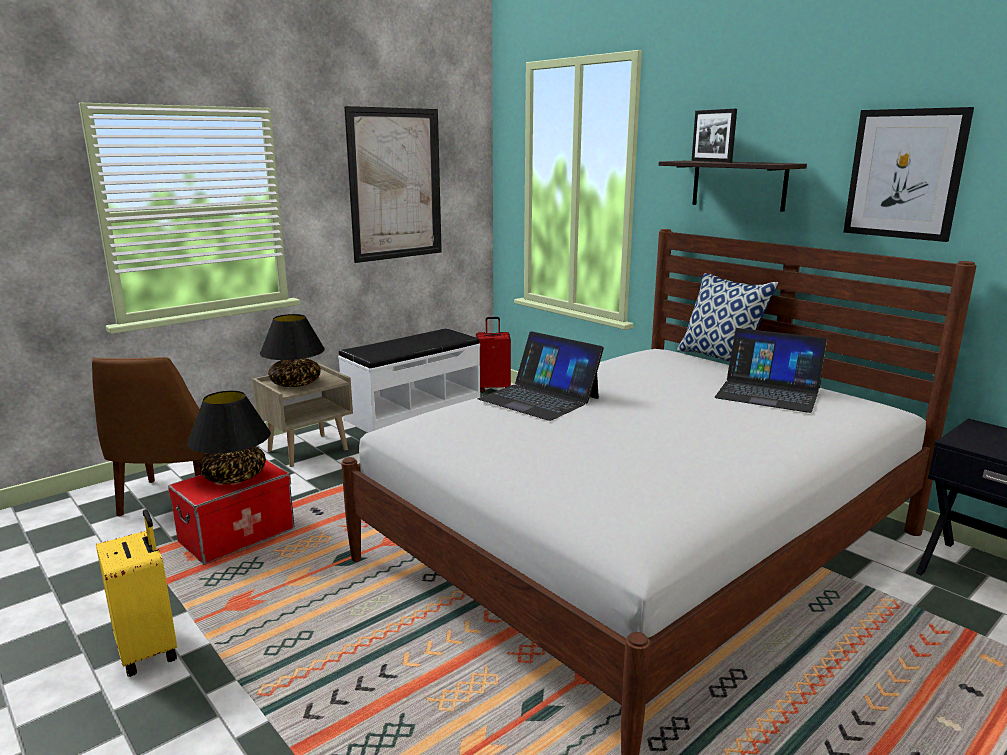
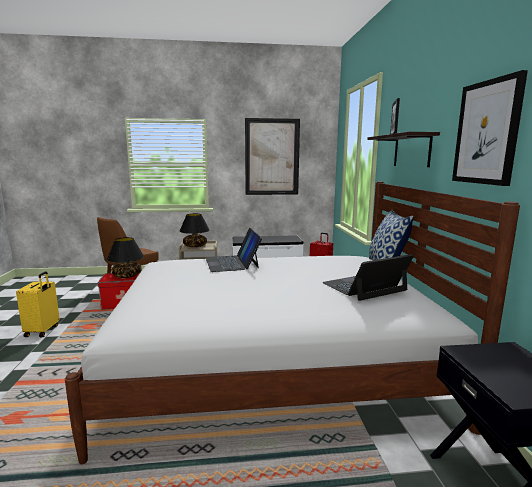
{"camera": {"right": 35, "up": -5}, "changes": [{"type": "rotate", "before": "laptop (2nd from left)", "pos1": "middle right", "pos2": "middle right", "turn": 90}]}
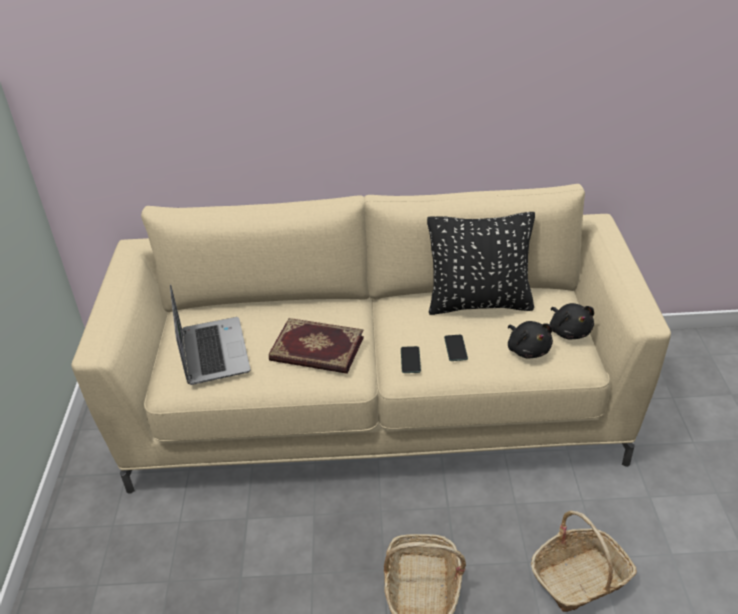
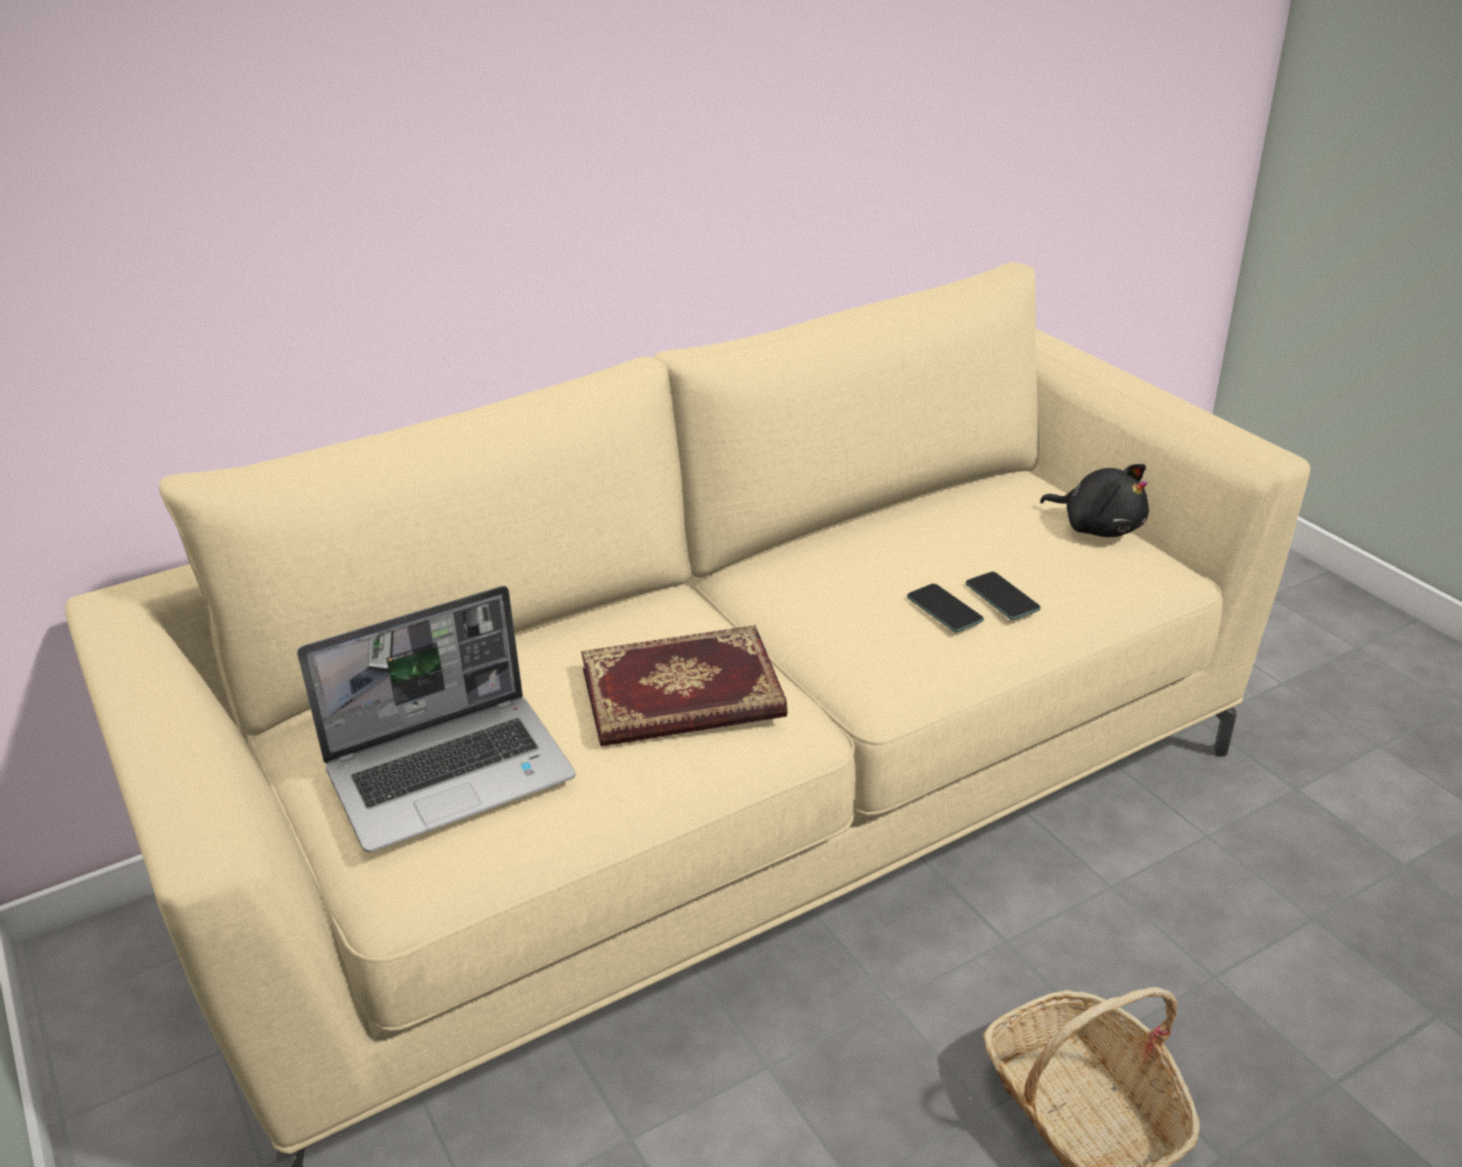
{"camera": {"right": -30, "up": -5}, "changes": [{"type": "rotate", "before": "laptop", "pos1": "middle left", "pos2": "middle left", "turn": 105}, {"type": "move", "before": "phone (1st from left in the first image)", "after": "phone (2nd from left)", "pos1": "centre", "pos2": "middle right"}, {"type": "delete", "before": "pillow in black", "pos1": "centre"}, {"type": "delete", "before": "plush toy in black (1st from left)", "pos1": "middle right"}, {"type": "delete", "before": "basket (2nd from left)", "pos1": "bottom right"}]}
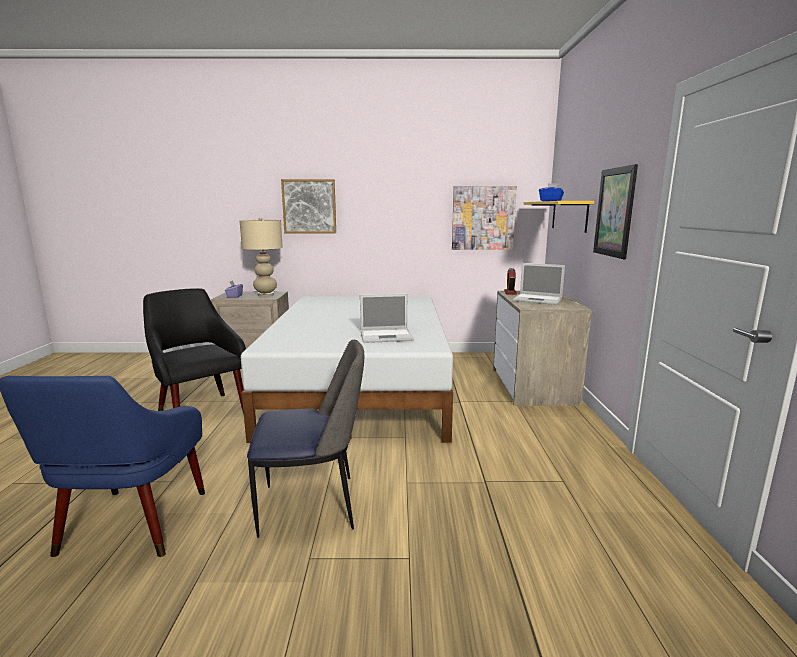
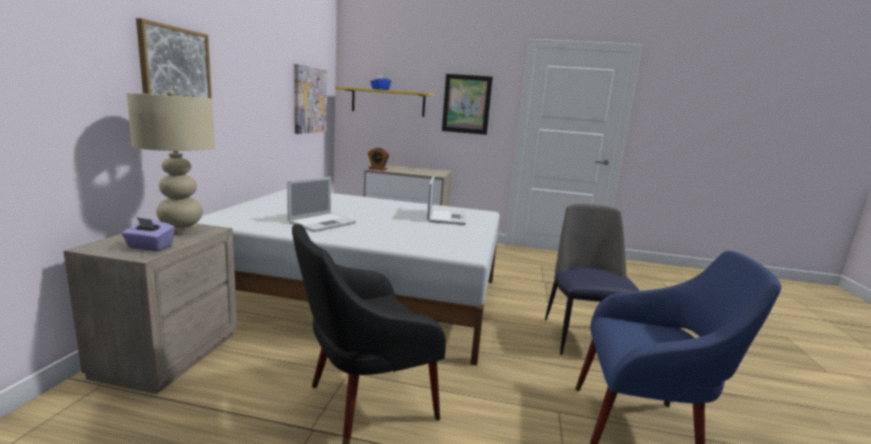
{"camera": {"right": -80, "up": 0}, "changes": [{"type": "move", "before": "laptop (2nd from left in the first image)", "after": "laptop (1st from left)", "pos1": "middle right", "pos2": "centre"}]}
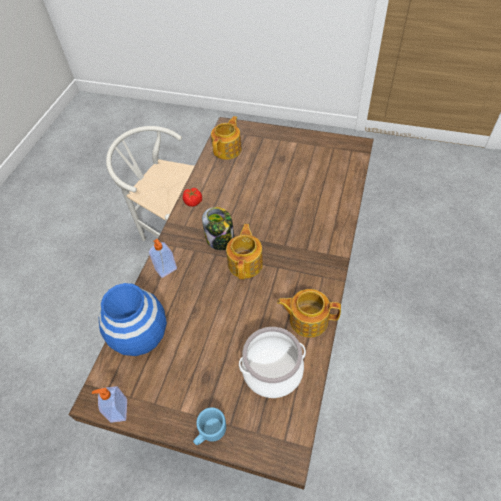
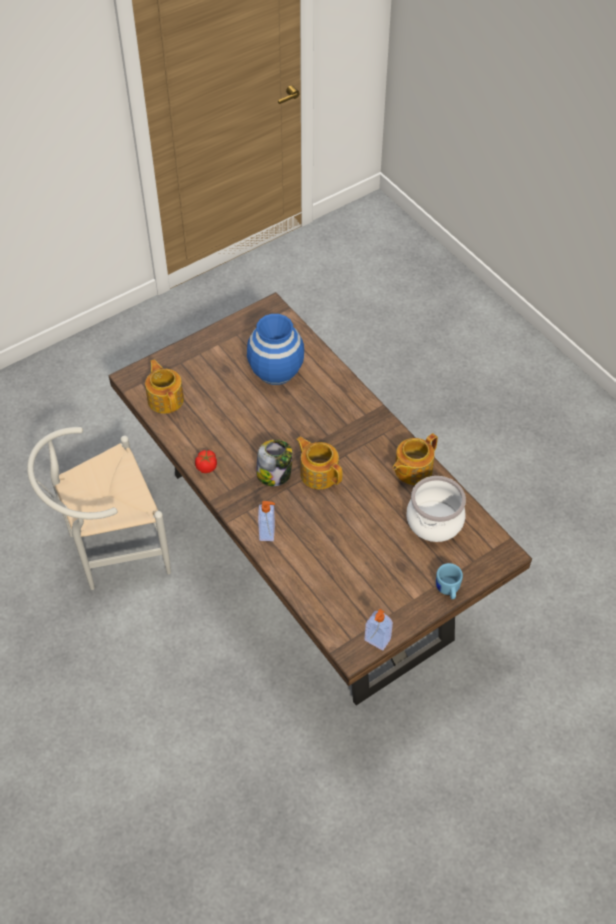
{"camera": {"right": -55, "up": 0}, "changes": [{"type": "move", "before": "vase in blue", "pos1": "middle left", "pos2": "centre"}]}
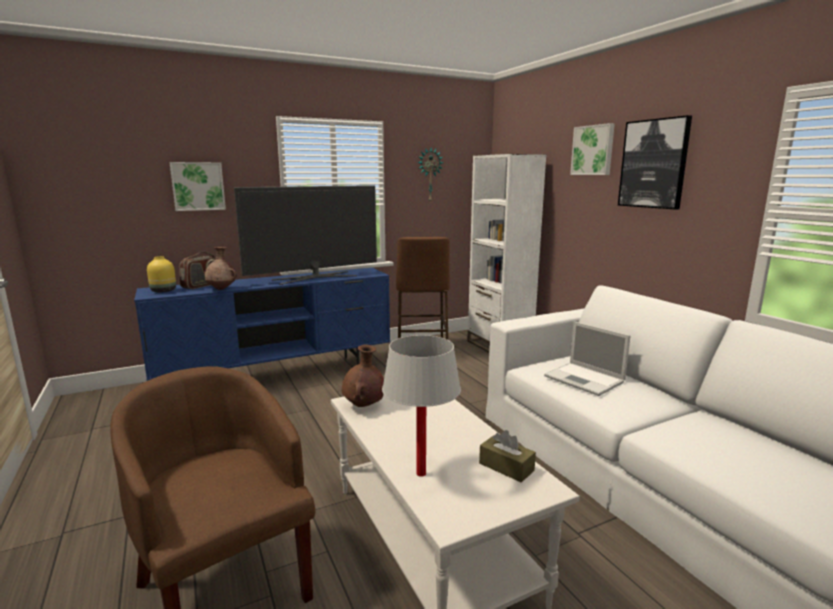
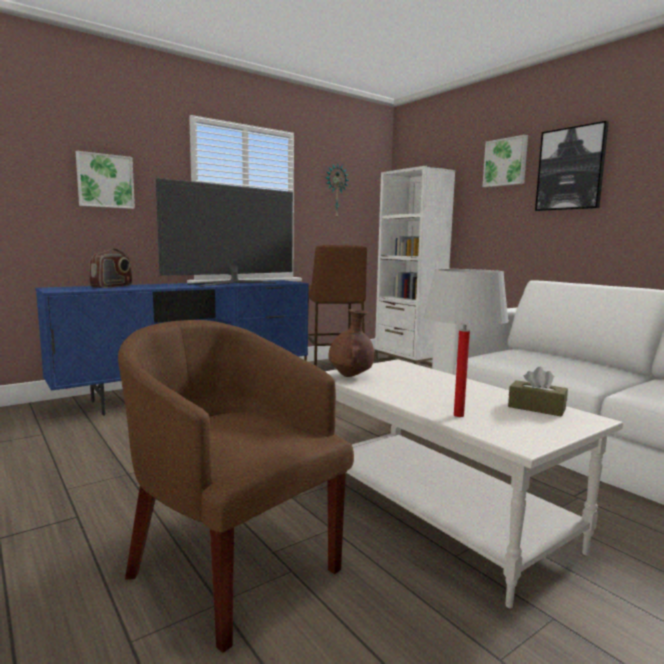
{"camera": {"right": -10, "up": -5}, "changes": [{"type": "delete", "before": "vase in yellow", "pos1": "middle left"}, {"type": "delete", "before": "vase in brown (1st from left)", "pos1": "middle left"}, {"type": "delete", "before": "laptop", "pos1": "middle right"}]}
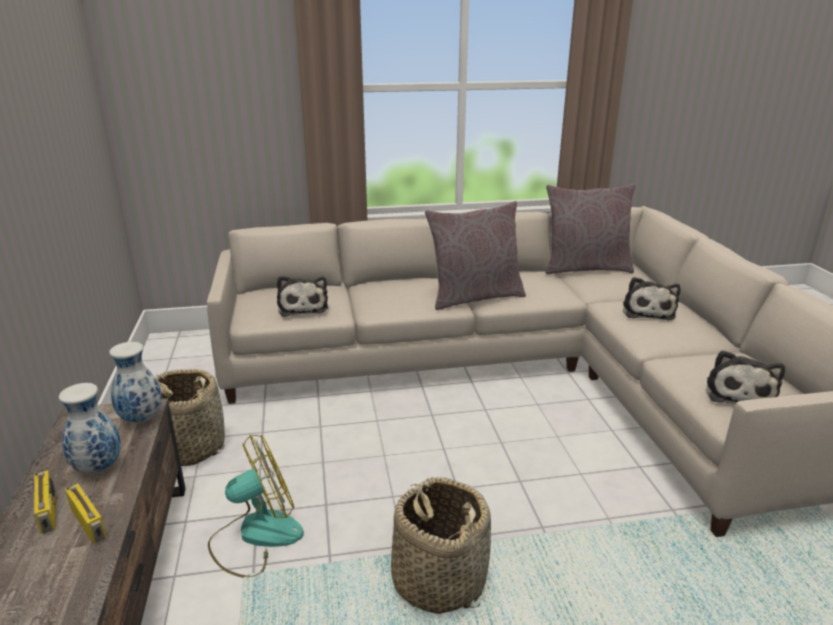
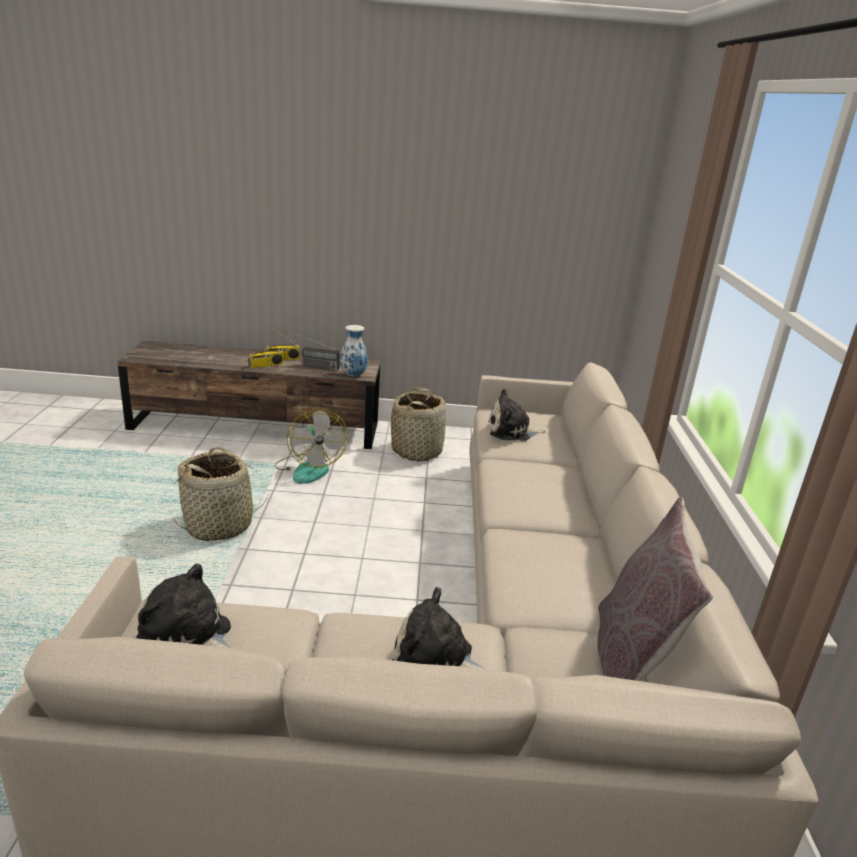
{"camera": {"right": 100, "up": 0}, "changes": [{"type": "replace", "before": "vase (1st from left)", "after": "radio (3rd from left)", "pos1": "bottom left", "pos2": "centre"}, {"type": "delete", "before": "pillow in grey (1st from left)", "pos1": "centre"}]}
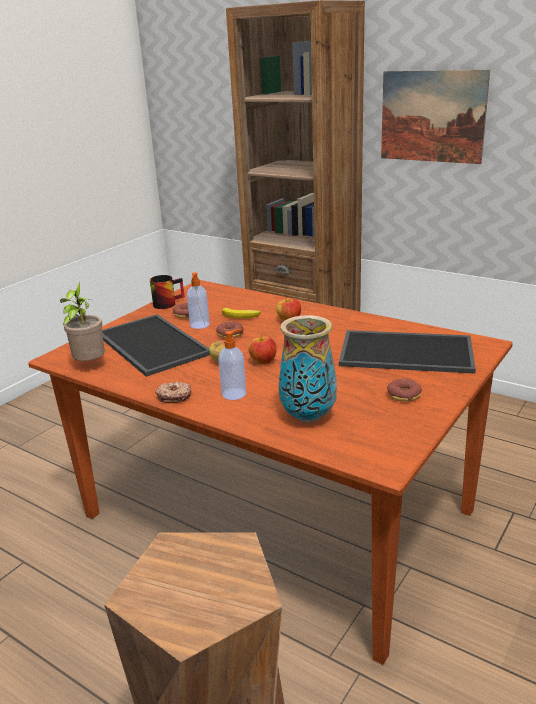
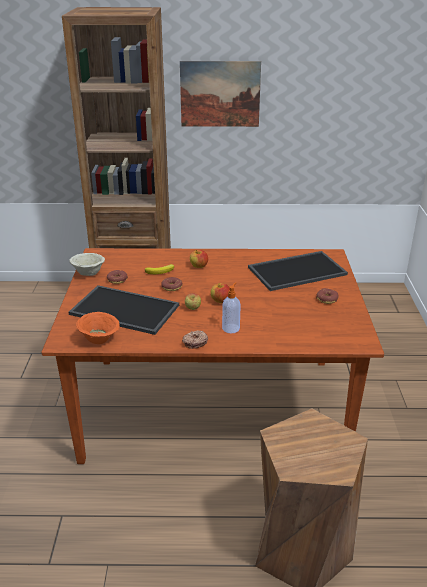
{"camera": {"right": -35, "up": 5}, "changes": [{"type": "replace", "before": "potted plant", "after": "bowl in orange", "pos1": "middle left", "pos2": "middle left"}, {"type": "replace", "before": "mug", "after": "bowl in beige", "pos1": "middle left", "pos2": "middle left"}, {"type": "delete", "before": "soap dispenser (1st from left)", "pos1": "centre"}, {"type": "delete", "before": "vase", "pos1": "centre"}]}
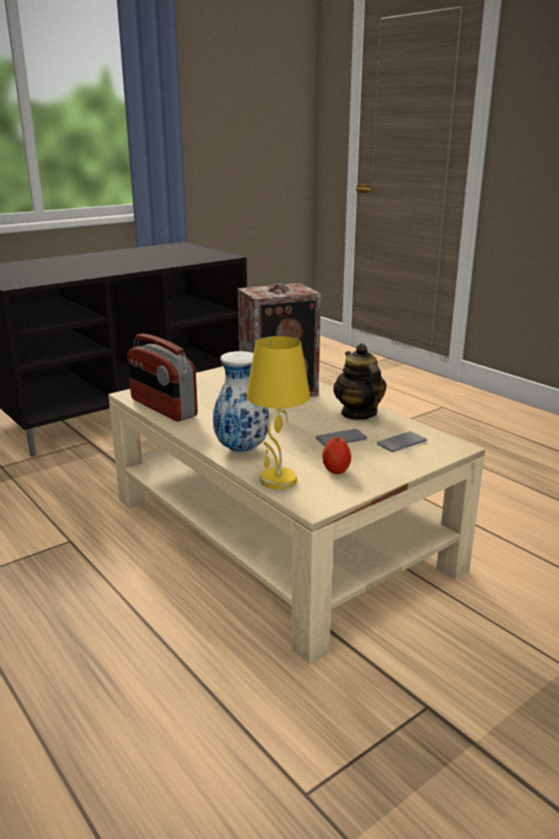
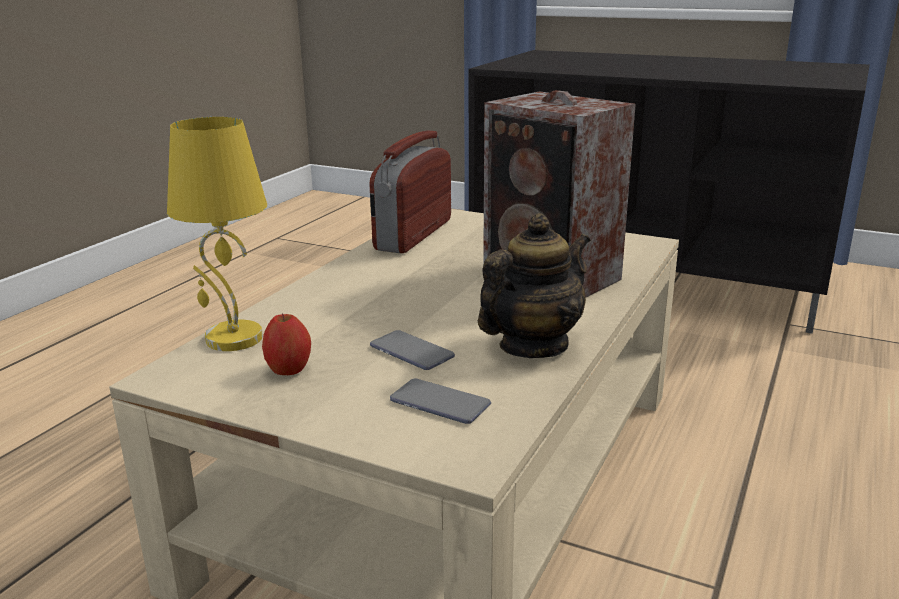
{"camera": {"right": 65, "up": 0}, "changes": [{"type": "delete", "before": "vase", "pos1": "centre"}]}
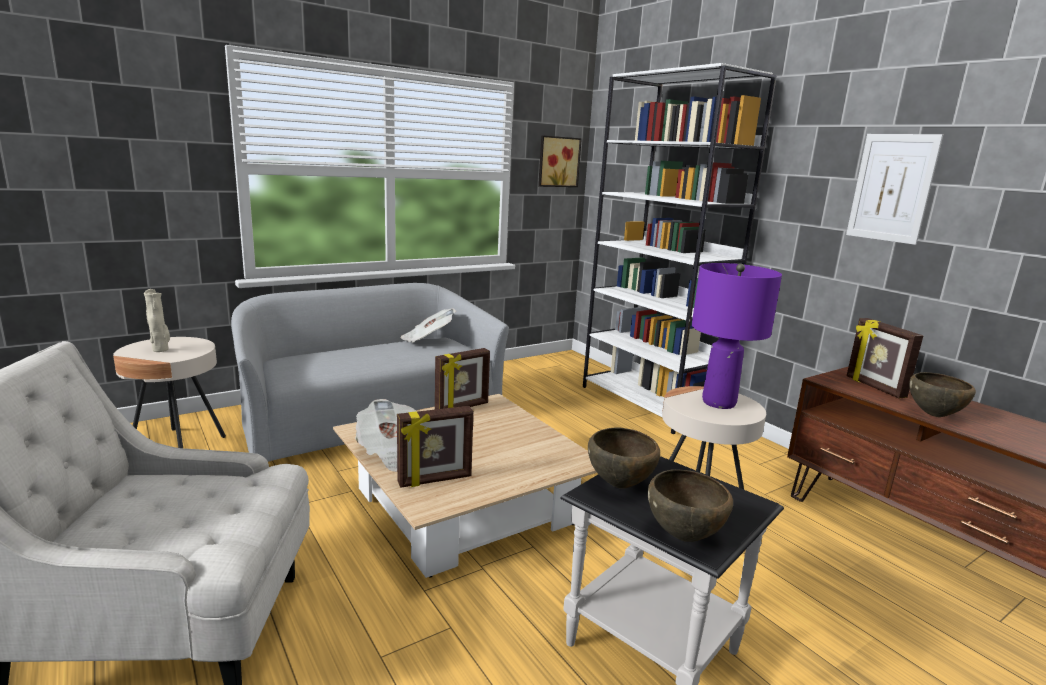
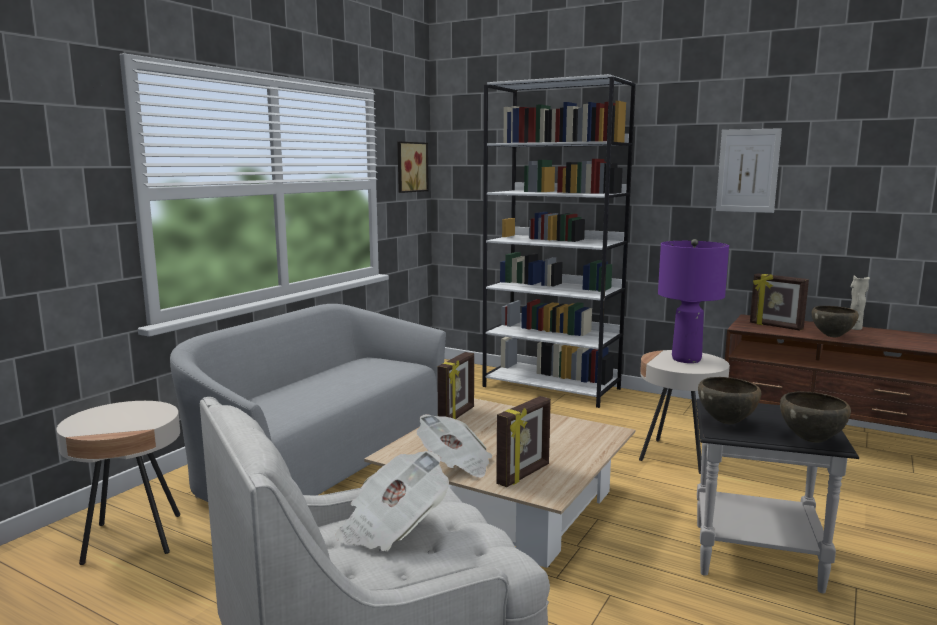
{"camera": {"right": -25, "up": -5}, "changes": [{"type": "move", "before": "vase in beige", "pos1": "middle left", "pos2": "middle right"}, {"type": "move", "before": "newspaper (2nd from left in the first image)", "after": "newspaper (1st from left)", "pos1": "centre", "pos2": "bottom centre"}]}
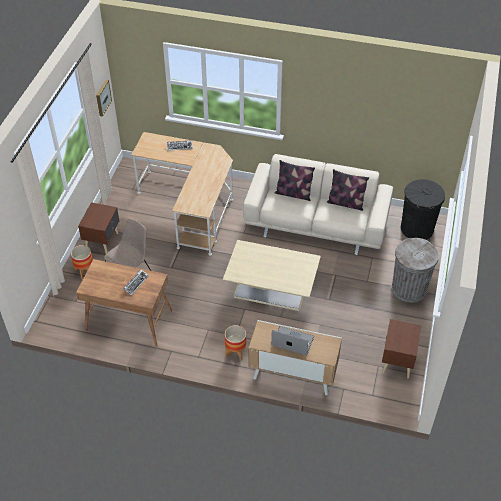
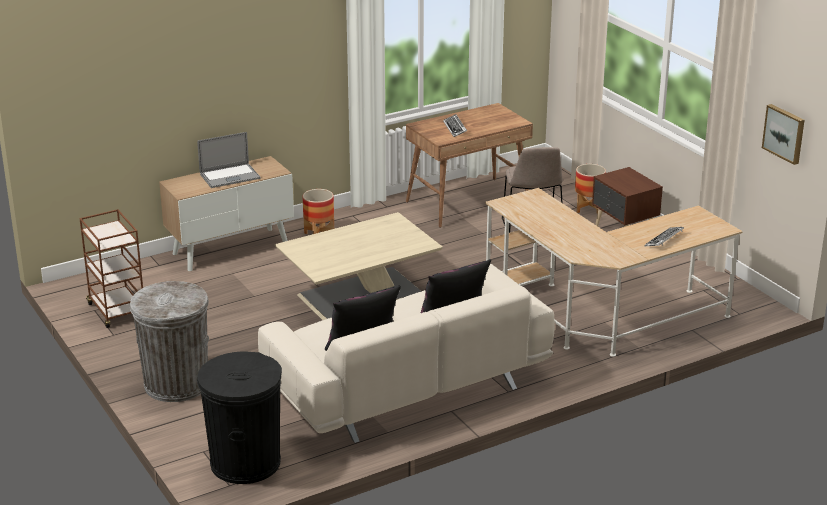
{"camera": {"right": 135, "up": -20}, "changes": [{"type": "replace", "before": "nightstand in brown (2nd from left)", "after": "cart in brown", "pos1": "bottom right", "pos2": "middle left"}]}
